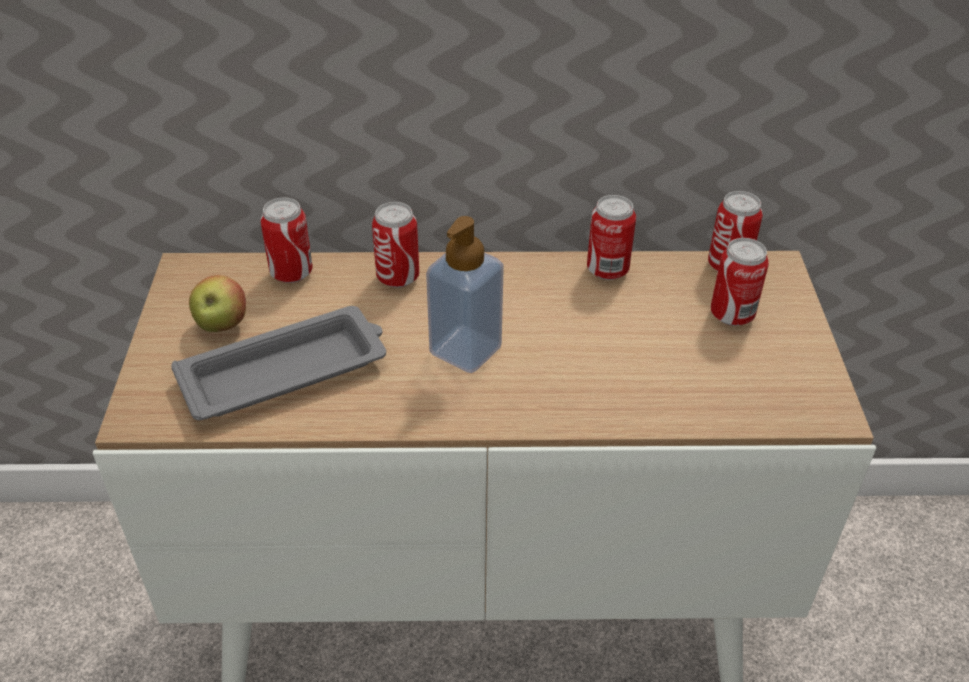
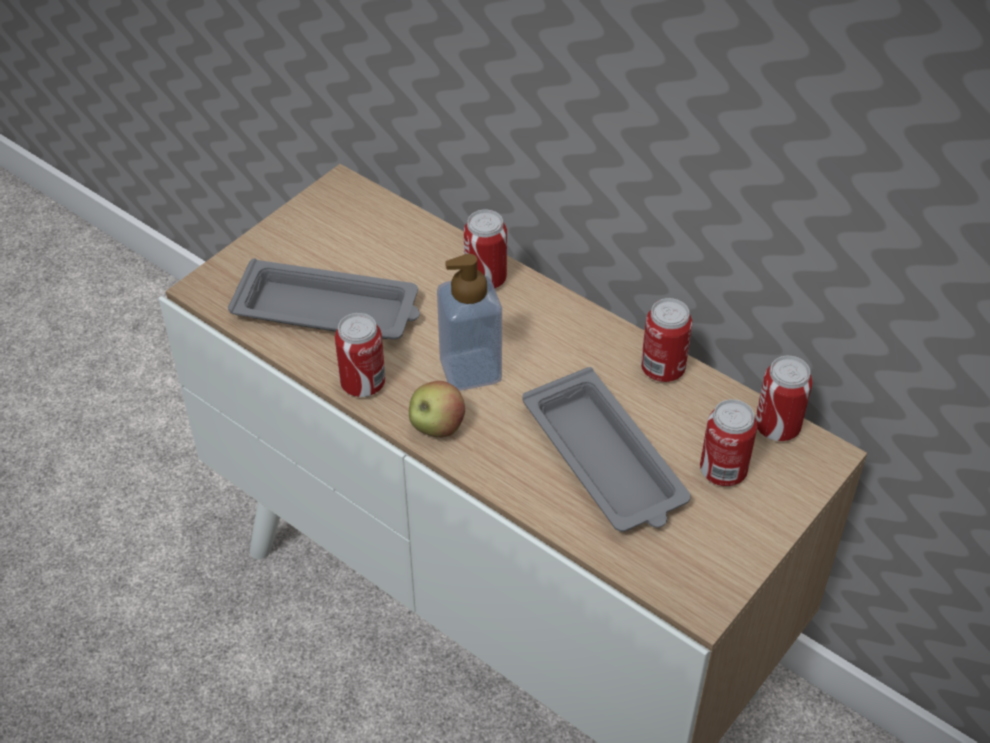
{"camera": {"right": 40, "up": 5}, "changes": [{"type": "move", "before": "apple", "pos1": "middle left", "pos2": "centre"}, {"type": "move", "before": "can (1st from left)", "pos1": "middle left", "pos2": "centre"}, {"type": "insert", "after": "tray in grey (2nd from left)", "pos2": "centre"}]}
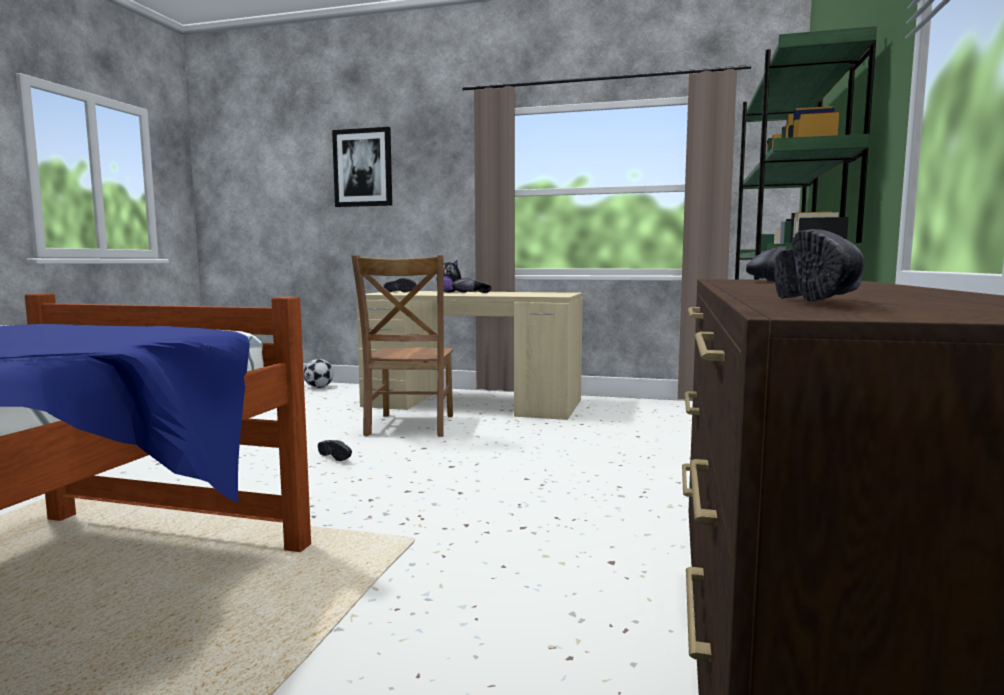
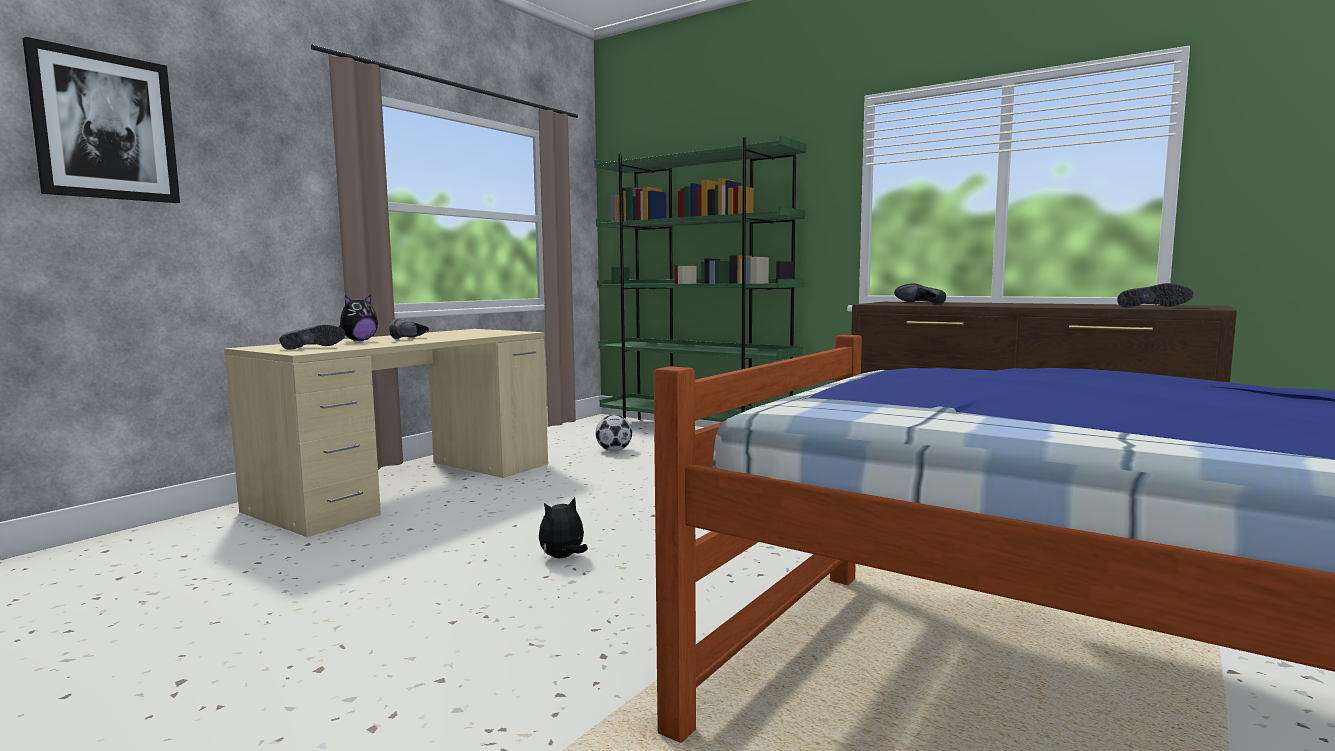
{"camera": {"right": -70, "up": 0}, "changes": [{"type": "move", "before": "football", "pos1": "middle left", "pos2": "centre"}, {"type": "replace", "before": "shoe in black (1st from left)", "after": "plush toy (2nd from left)", "pos1": "centre", "pos2": "bottom centre"}, {"type": "delete", "before": "chair in brown", "pos1": "centre"}]}
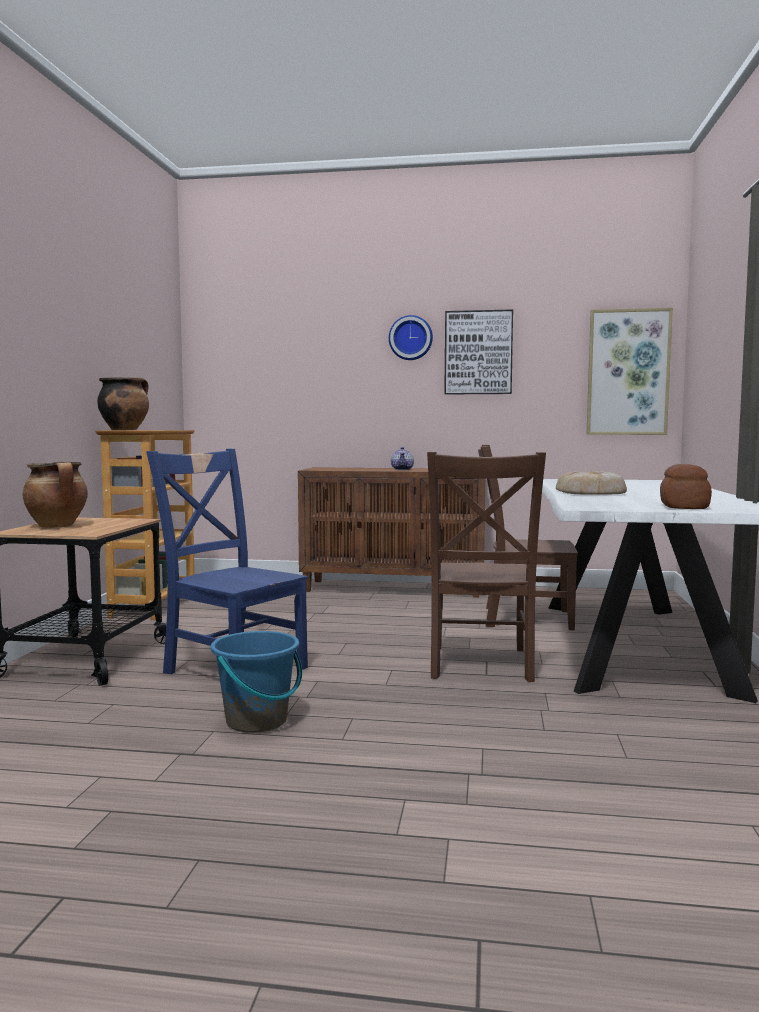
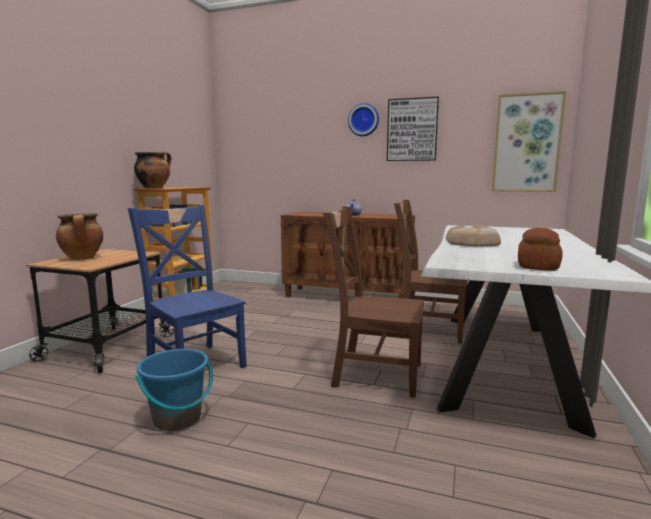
{"camera": {"right": 10, "up": 5}, "changes": [{"type": "rotate", "before": "chair in brown (1st from left)", "pos1": "centre", "pos2": "centre", "turn": 90}]}
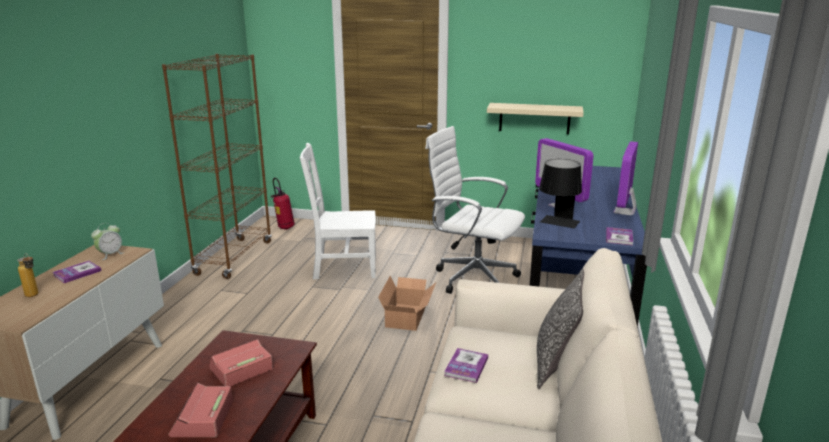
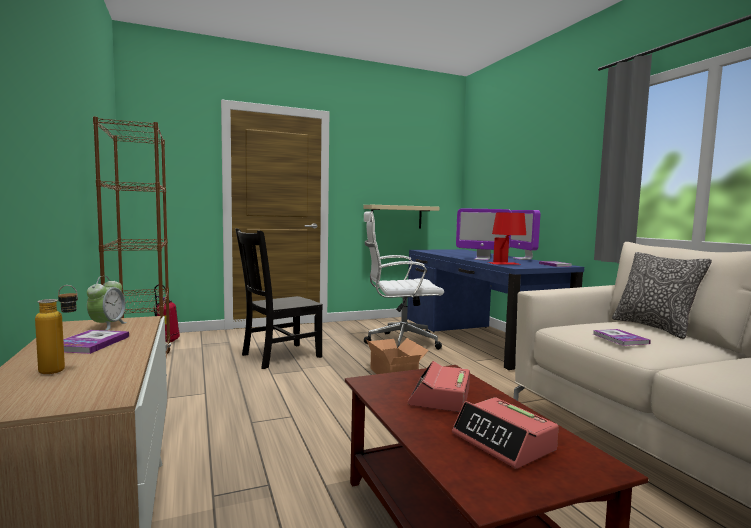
{"camera": {"right": -35, "up": -15}, "changes": [{"type": "recolor", "before": "chair in white", "after": "chair in black", "pos1": "centre", "pos2": "centre"}, {"type": "recolor", "before": "table lamp in black", "after": "table lamp in red", "pos1": "middle right", "pos2": "middle right"}]}
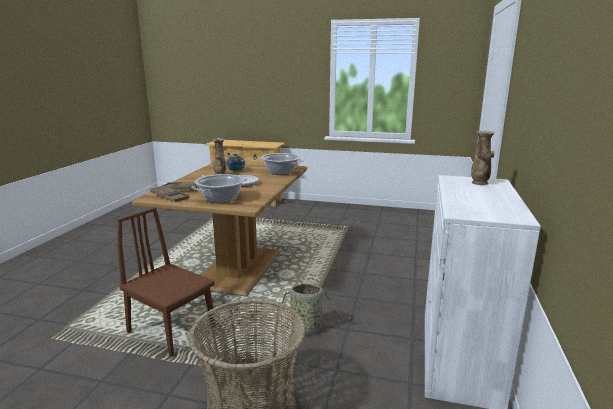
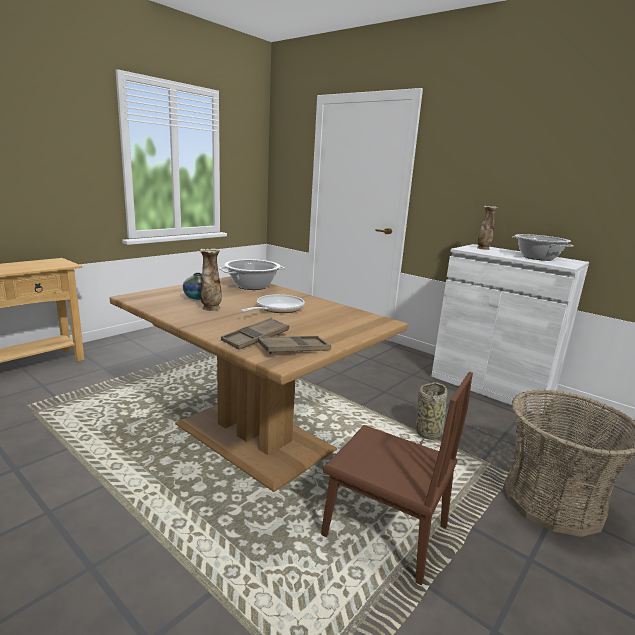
{"camera": {"right": -65, "up": 0}, "changes": [{"type": "rotate", "before": "chair in brown", "pos1": "bottom left", "pos2": "bottom centre", "turn": -120}, {"type": "move", "before": "cooking pot (1st from left in the first image)", "after": "cooking pot (2nd from left)", "pos1": "centre", "pos2": "middle right"}]}
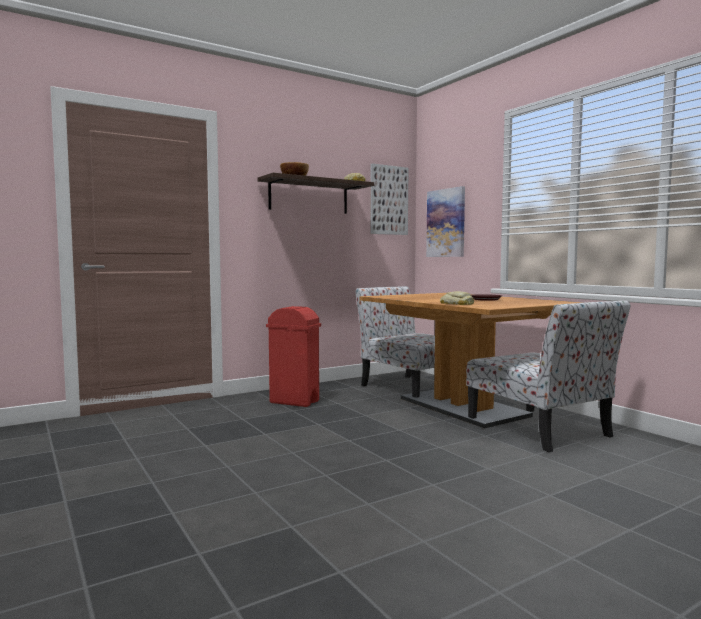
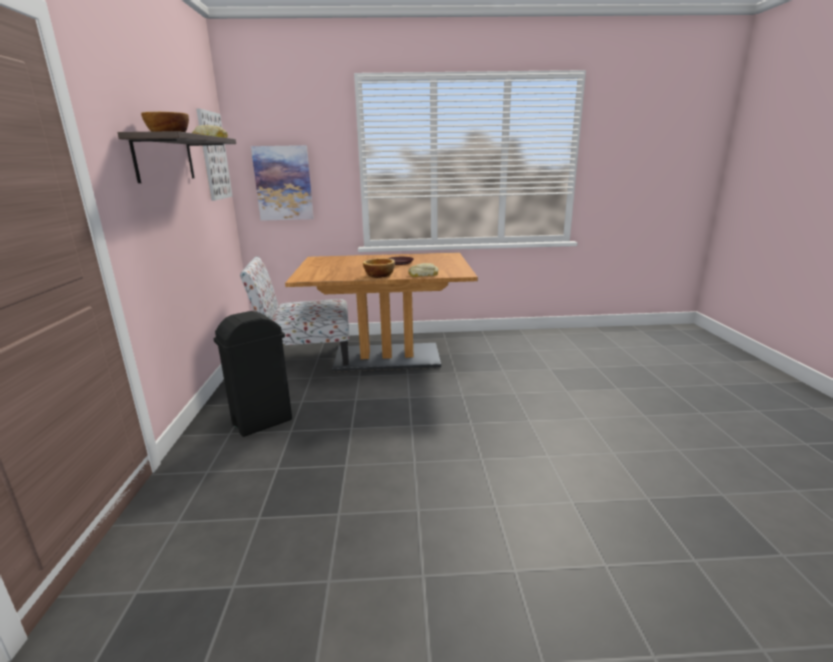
{"camera": {"right": -60, "up": 15}, "changes": [{"type": "recolor", "before": "trash can in red", "after": "trash can in black", "pos1": "centre", "pos2": "middle left"}, {"type": "delete", "before": "chair (2nd from left)", "pos1": "middle right"}, {"type": "insert", "after": "bowl (2nd from left)", "pos2": "centre"}]}
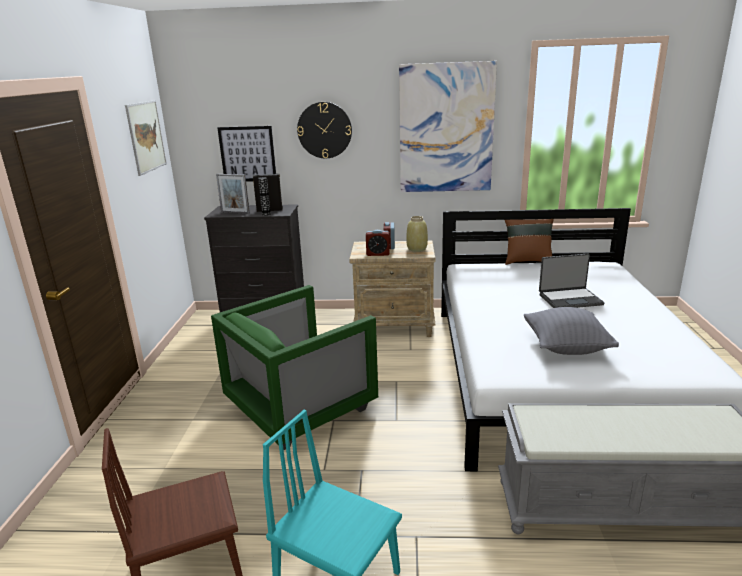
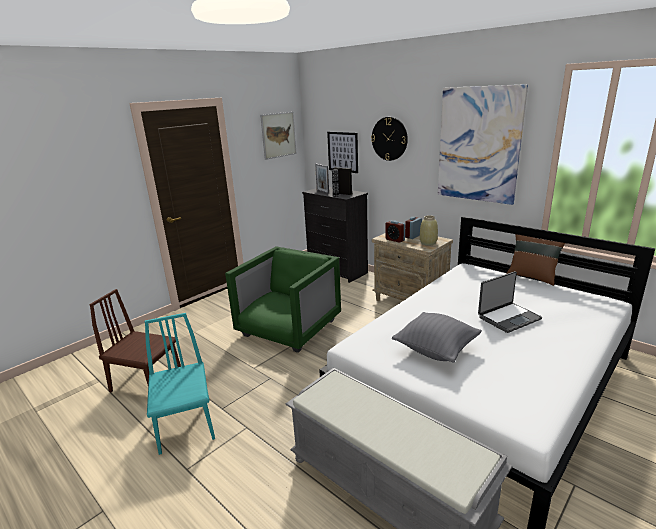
{"camera": {"right": 40, "up": 0}, "changes": [{"type": "rotate", "before": "armchair in green", "pos1": "centre", "pos2": "centre", "turn": 120}, {"type": "rotate", "before": "laptop", "pos1": "middle right", "pos2": "middle right", "turn": -60}]}
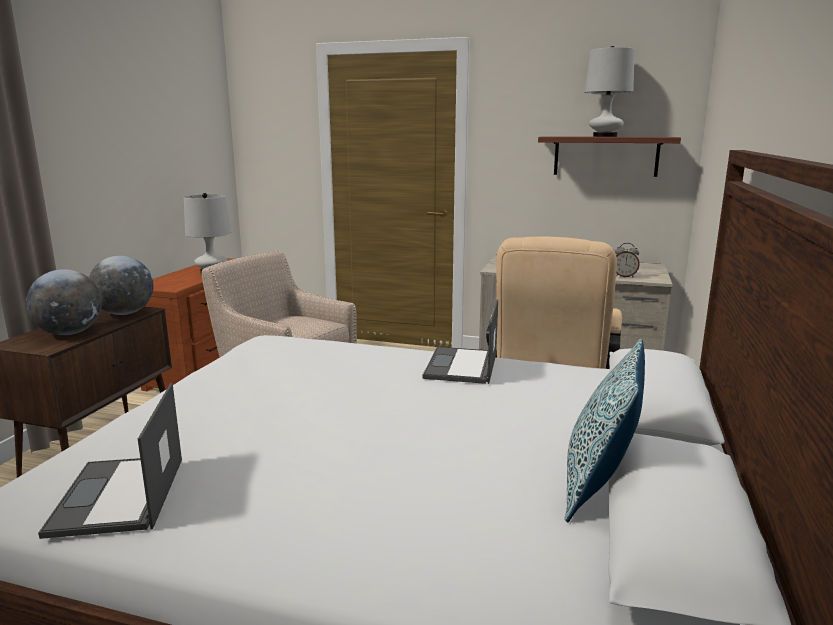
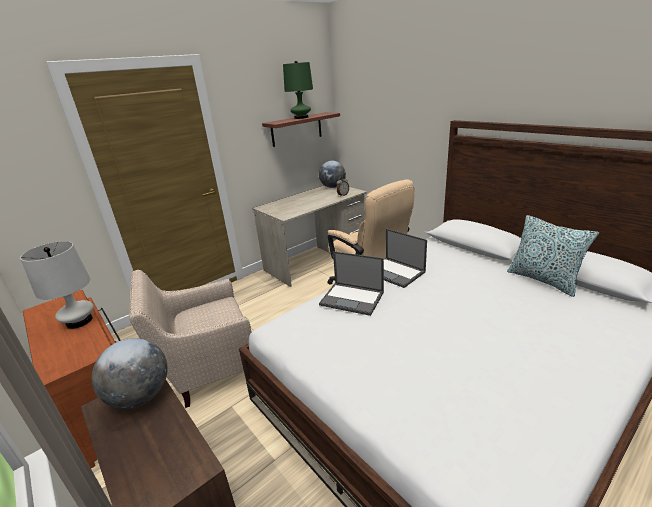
{"camera": {"right": -55, "up": 10}, "changes": [{"type": "move", "before": "globe (1st from left in the first image)", "after": "globe (2nd from left)", "pos1": "middle left", "pos2": "centre"}, {"type": "move", "before": "laptop (1st from left)", "pos1": "bottom left", "pos2": "centre"}, {"type": "recolor", "before": "table lamp in white (2nd from left)", "after": "table lamp in green", "pos1": "top right", "pos2": "top centre"}]}
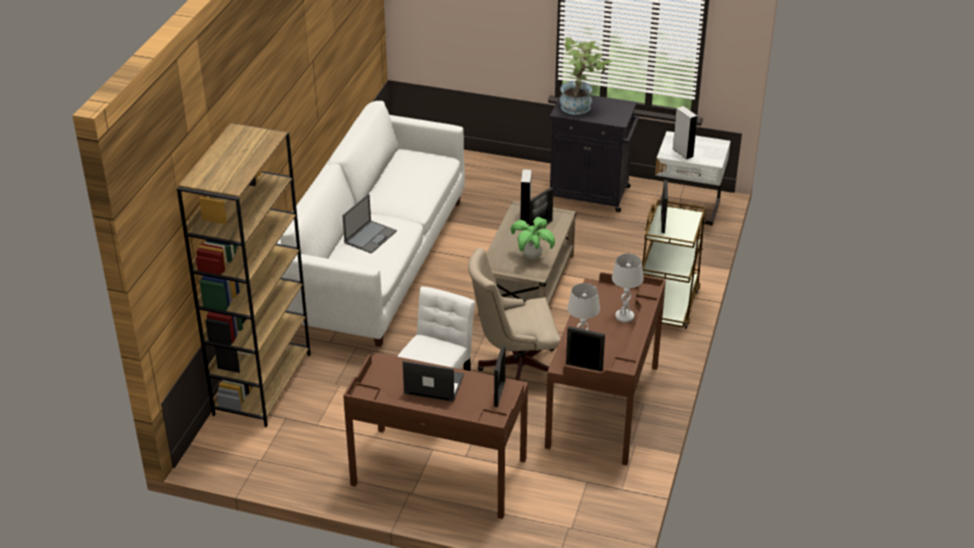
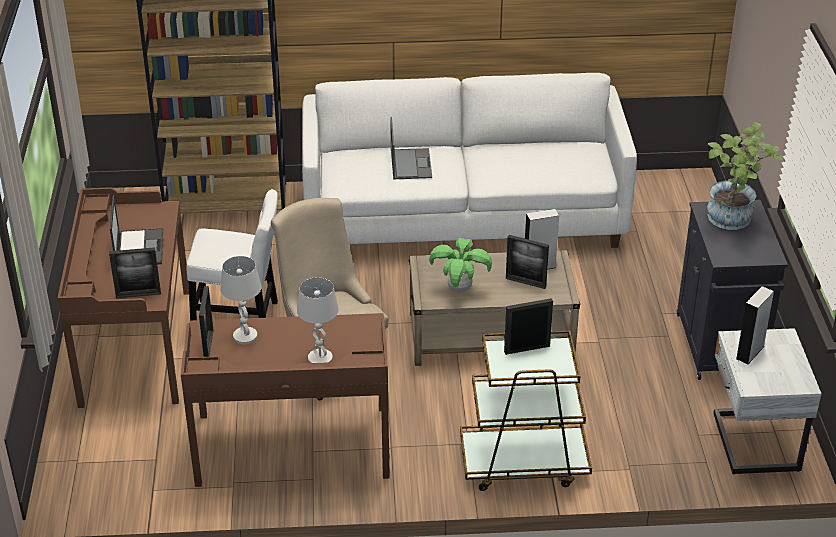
{"camera": {"right": 70, "up": 0}, "changes": [{"type": "rotate", "before": "laptop (1st from left in the first image)", "pos1": "centre", "pos2": "top centre", "turn": -105}]}
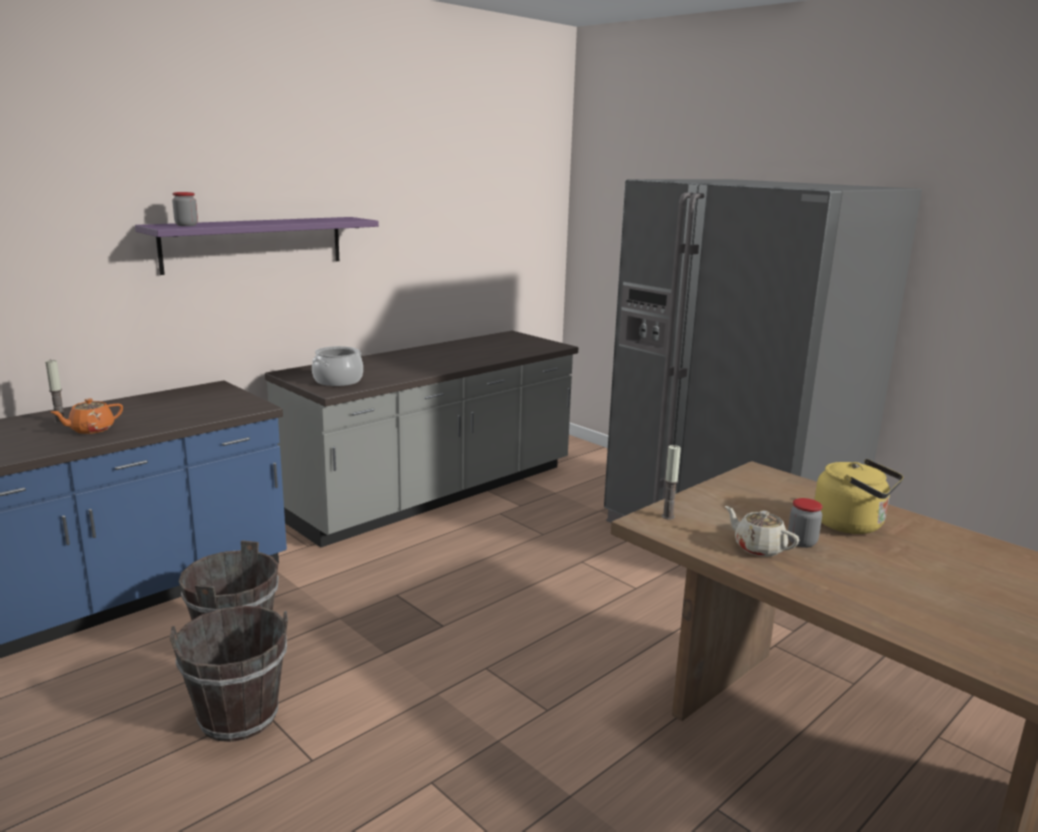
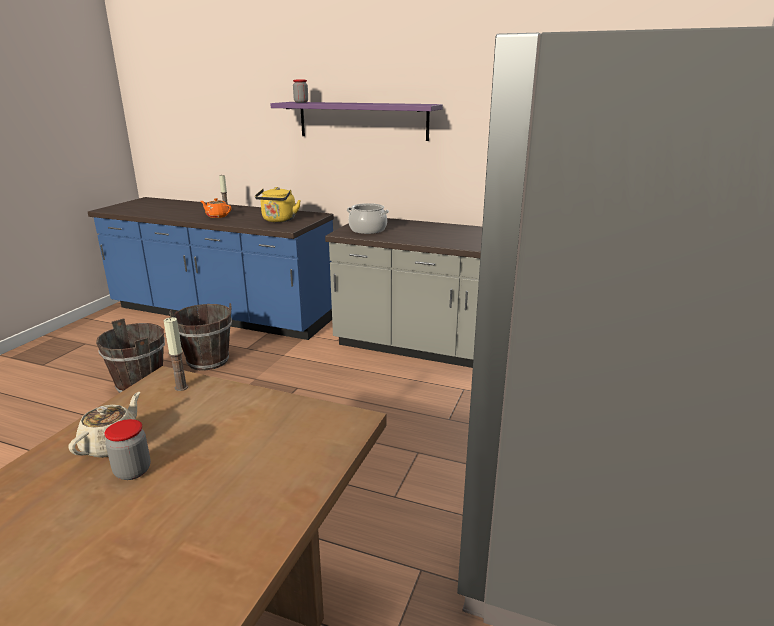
{"camera": {"right": 65, "up": 5}, "changes": [{"type": "move", "before": "kettle in yellow", "pos1": "middle right", "pos2": "top centre"}]}
